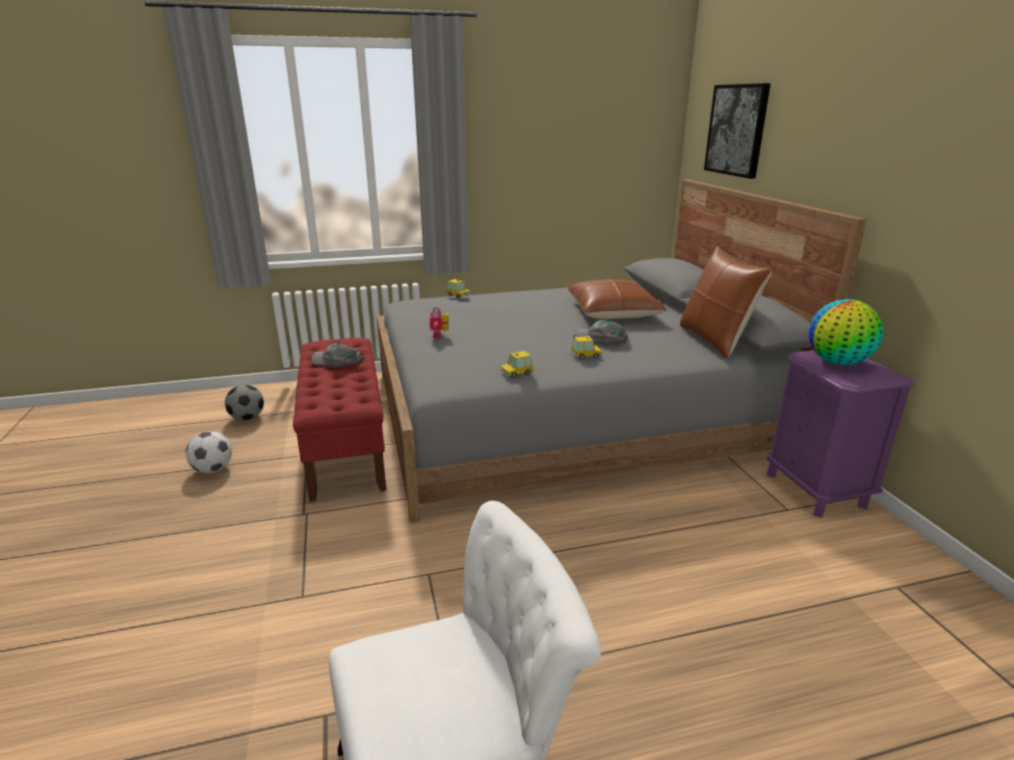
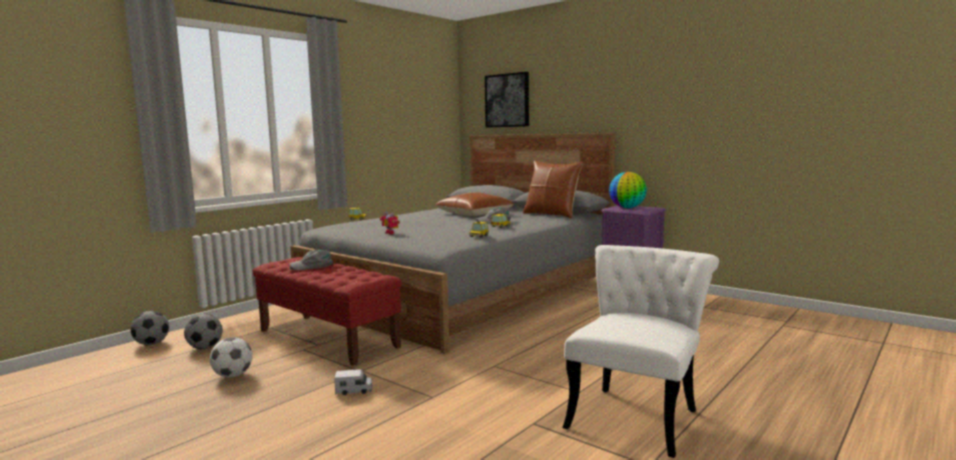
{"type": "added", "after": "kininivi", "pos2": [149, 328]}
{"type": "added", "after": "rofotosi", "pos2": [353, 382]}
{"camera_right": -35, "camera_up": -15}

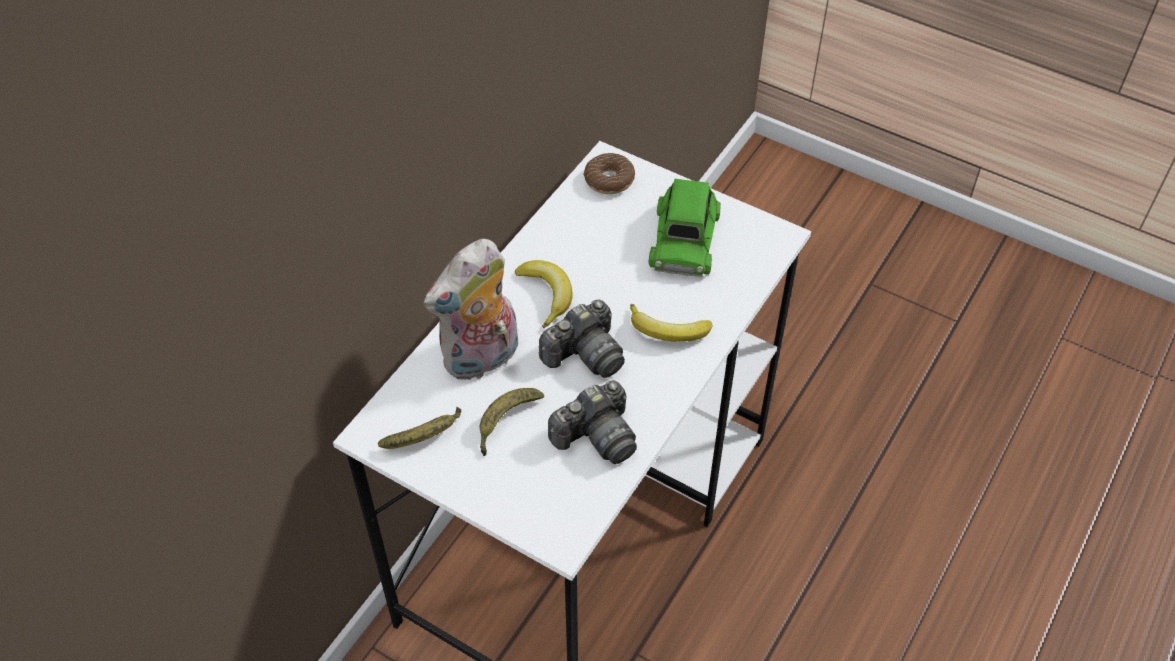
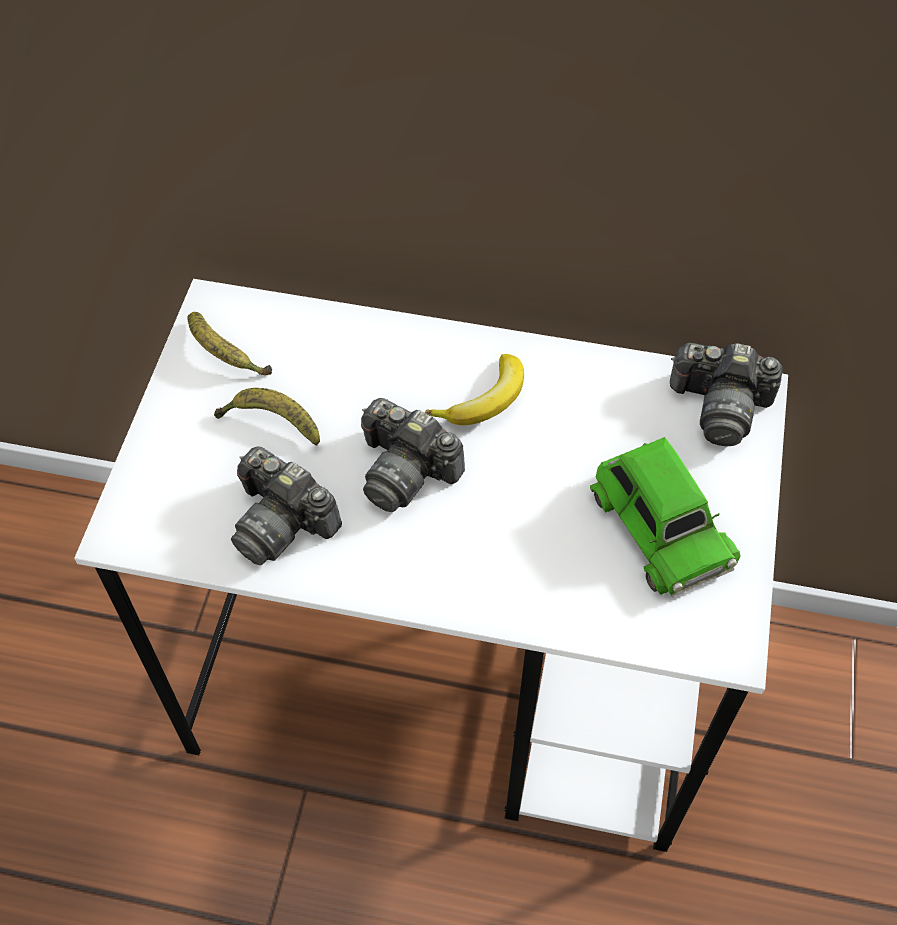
{"type": "removed", "before": "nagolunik", "pos1": [471, 310]}
{"type": "removed", "before": "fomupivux", "pos1": [671, 323]}
{"type": "replaced", "before": "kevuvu", "after": "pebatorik", "pos1": [609, 173], "pos2": [726, 394]}
{"type": "turned", "before": "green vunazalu", "pos1": [685, 228], "pos2": [665, 517], "turn": -105}
{"camera_right": 70, "camera_up": 5}

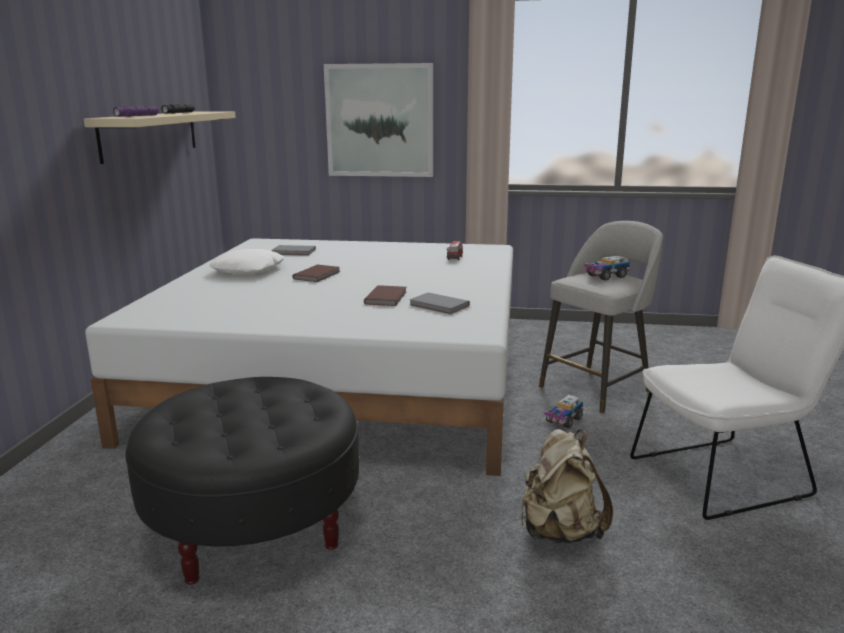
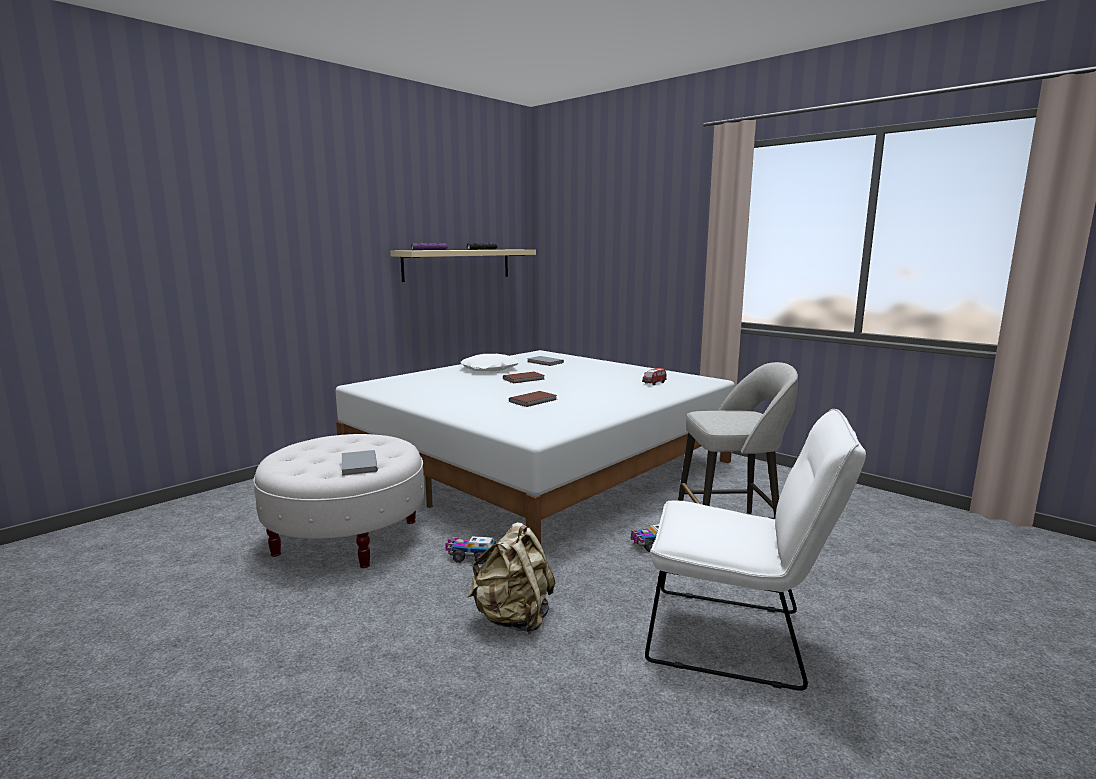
{"type": "removed", "before": "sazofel", "pos1": [378, 120]}
{"type": "moved", "before": "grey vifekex", "pos1": [439, 303], "pos2": [360, 463]}
{"type": "moved", "before": "rofotosi", "pos1": [608, 268], "pos2": [470, 550]}
{"type": "recoloured", "before": "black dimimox", "after": "white dimimox", "pos1": [242, 481], "pos2": [338, 501]}
{"camera_right": 35, "camera_up": -5}

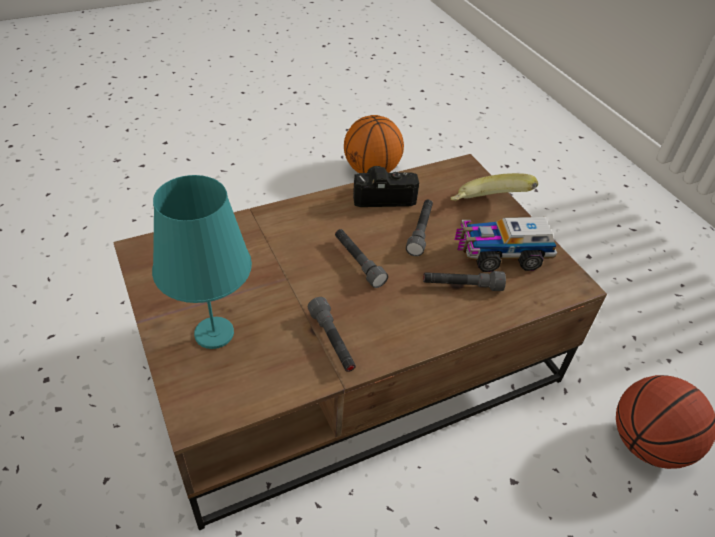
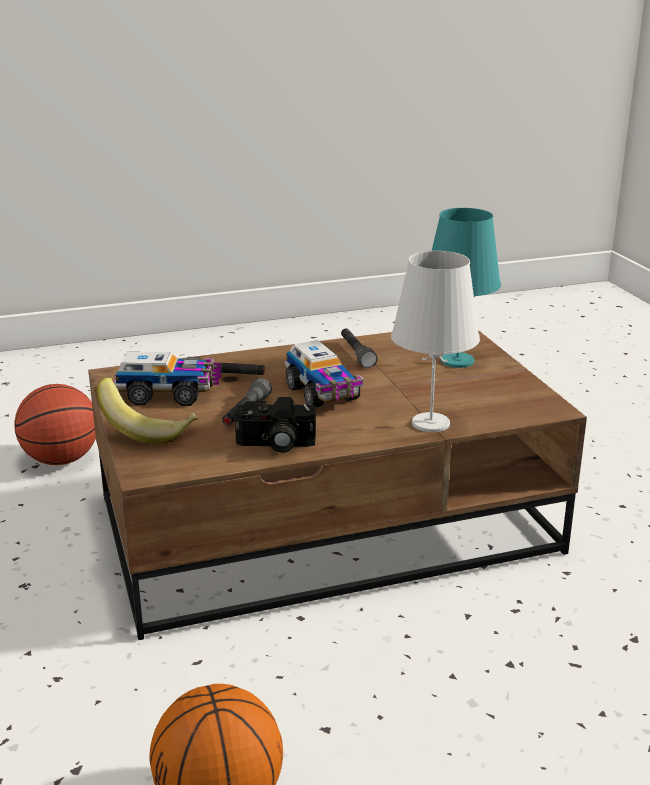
{"type": "added", "after": "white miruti", "pos2": [435, 341]}
{"type": "replaced", "before": "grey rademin", "after": "rofotosi", "pos1": [361, 258], "pos2": [324, 373]}
{"camera_right": -170, "camera_up": -20}

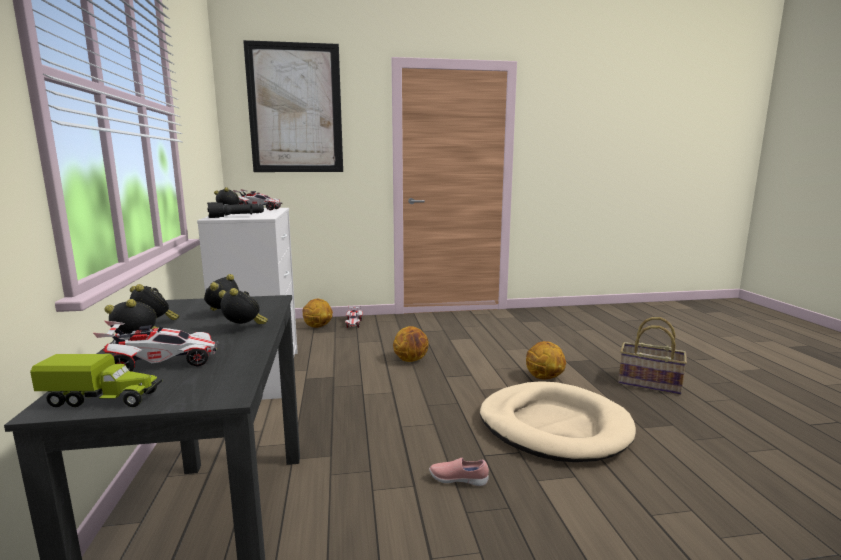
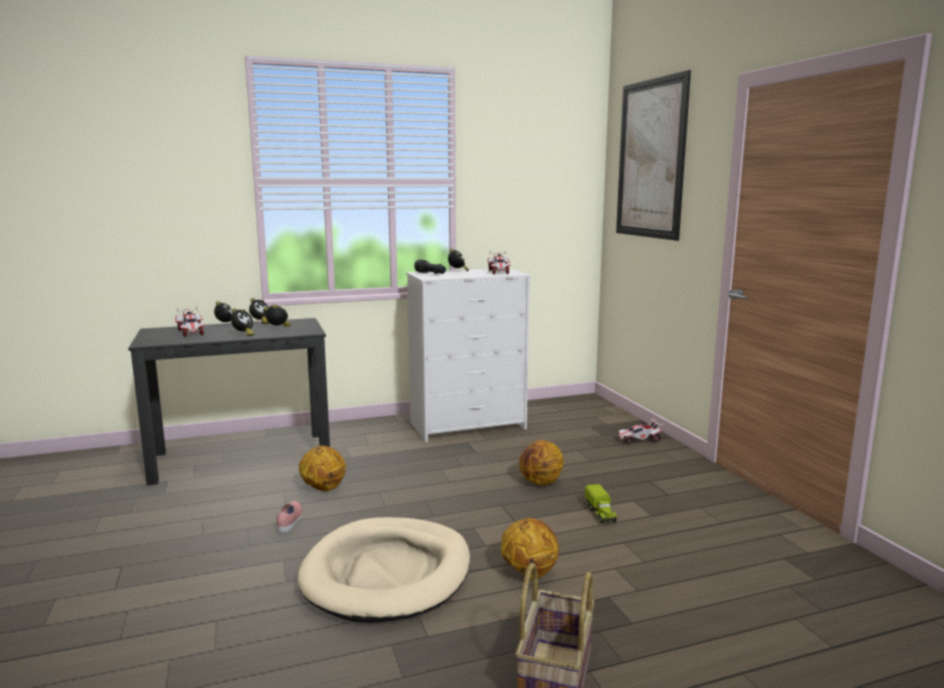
{"type": "moved", "before": "rofotosi", "pos1": [96, 380], "pos2": [601, 504]}
{"type": "moved", "before": "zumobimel", "pos1": [318, 313], "pos2": [322, 469]}
{"camera_right": 80, "camera_up": 0}

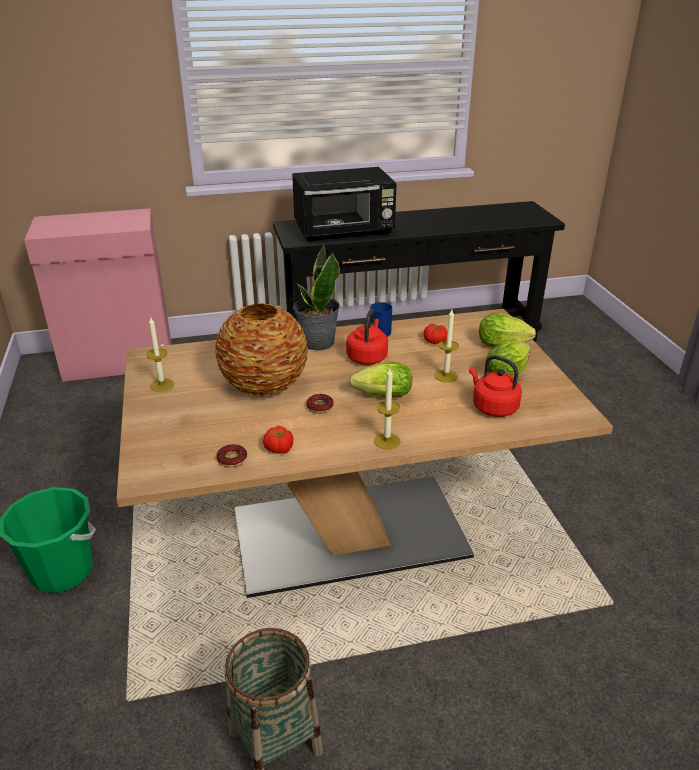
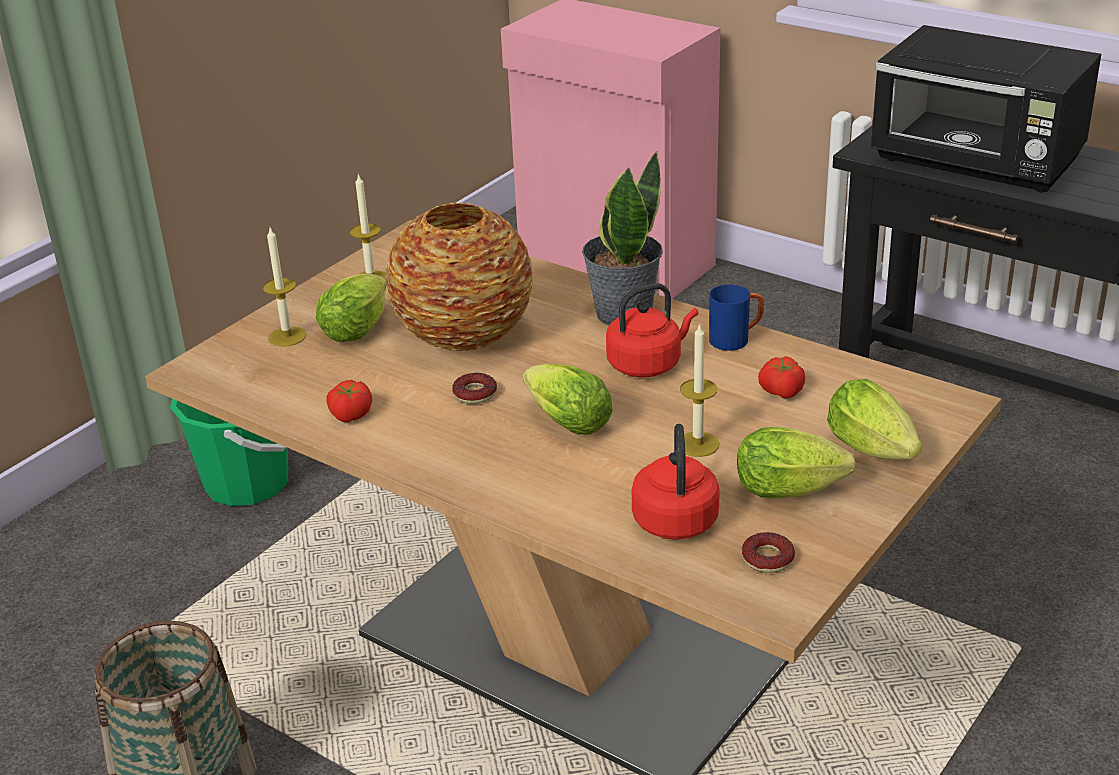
{"type": "added", "after": "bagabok", "pos2": [351, 308]}
{"type": "moved", "before": "kevuvu", "pos1": [232, 455], "pos2": [768, 552]}
{"type": "moved", "before": "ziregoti", "pos1": [387, 408], "pos2": [284, 287]}
{"camera_right": 50, "camera_up": 0}

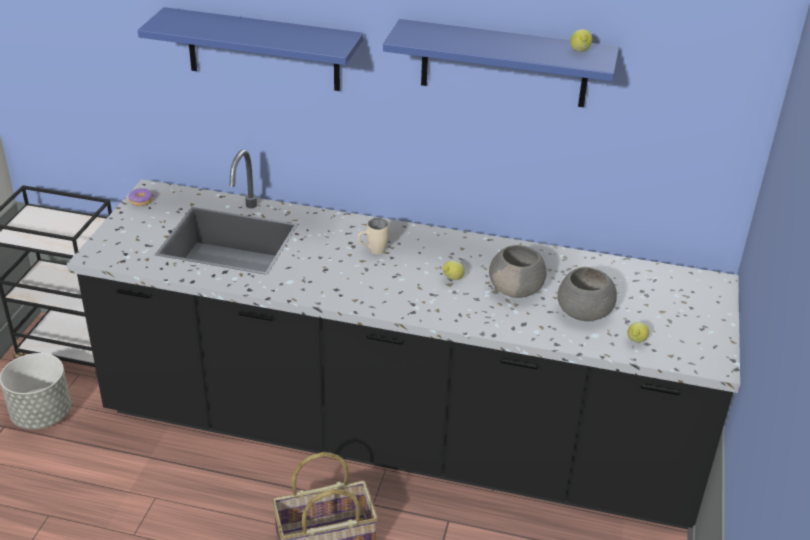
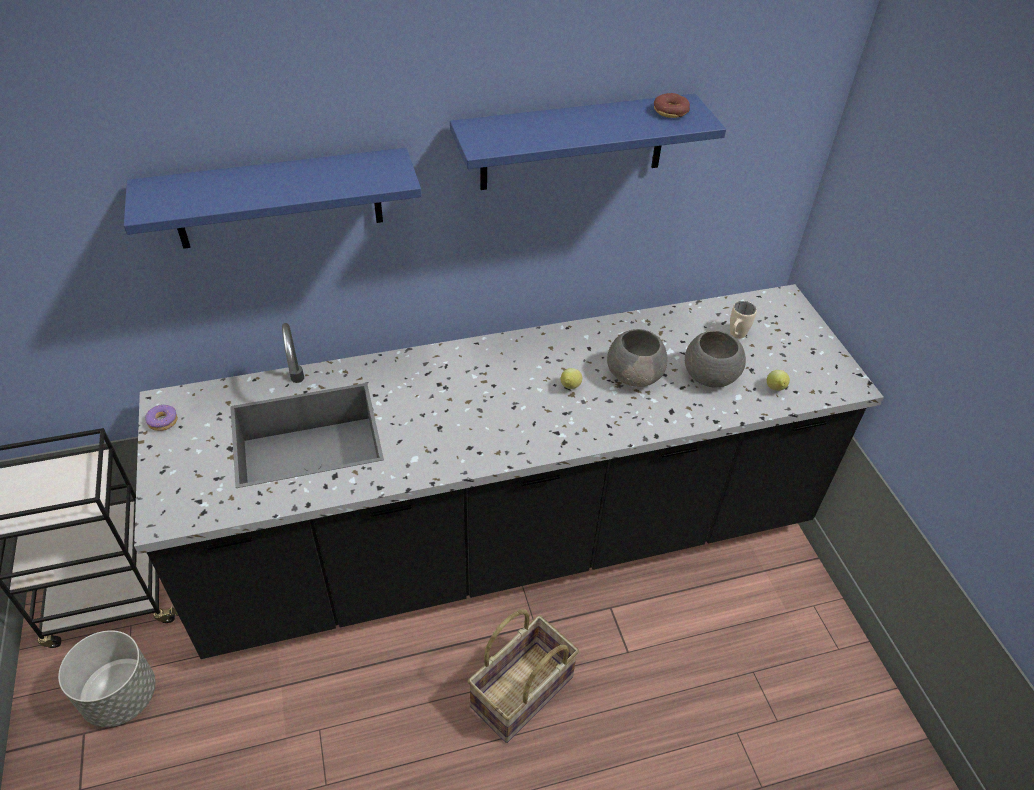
{"type": "moved", "before": "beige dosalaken", "pos1": [373, 236], "pos2": [743, 320]}
{"type": "replaced", "before": "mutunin", "after": "kevuvu", "pos1": [581, 40], "pos2": [672, 105]}
{"camera_right": -30, "camera_up": 10}

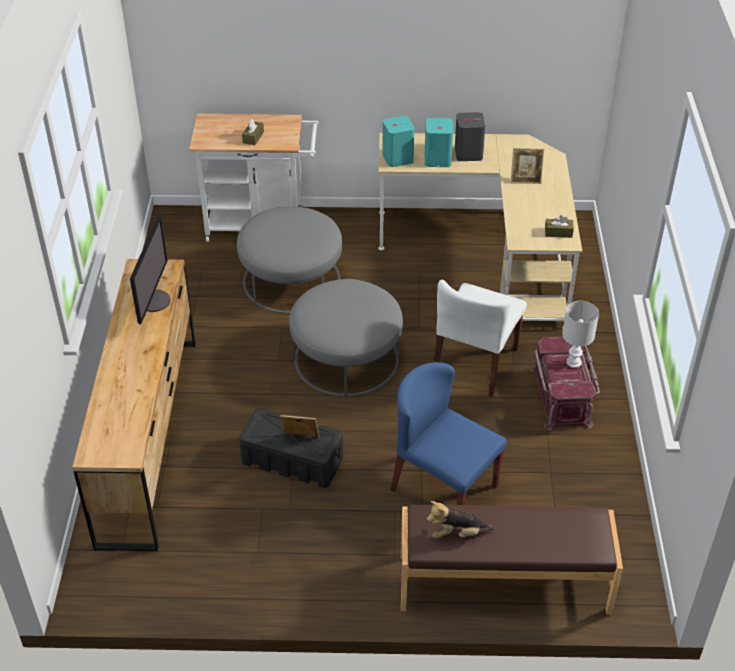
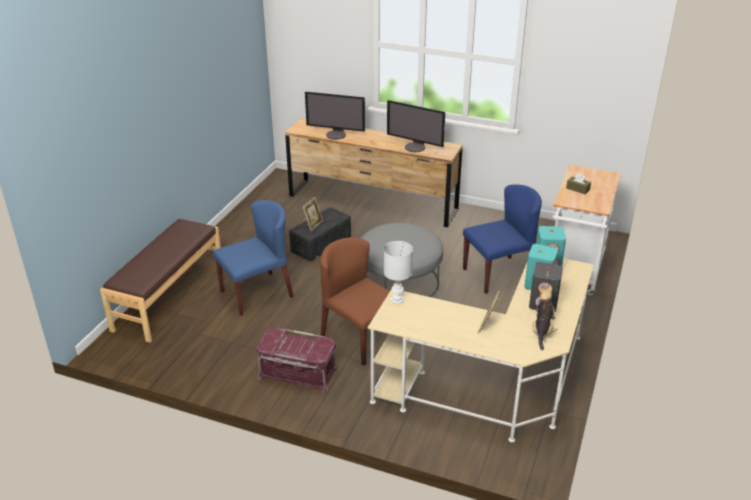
{"type": "removed", "before": "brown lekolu", "pos1": [559, 226]}
{"type": "added", "after": "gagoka", "pos2": [335, 116]}
{"type": "moved", "before": "nagolunik", "pos1": [460, 519], "pos2": [545, 317]}
{"type": "moved", "before": "white miruti", "pos1": [580, 334], "pos2": [398, 272]}
{"type": "replaced", "before": "grey dimimox", "after": "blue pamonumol", "pos1": [289, 259], "pos2": [502, 239]}
{"type": "recoloured", "before": "white pamonumol", "after": "brown pamonumol", "pos1": [480, 338], "pos2": [355, 301]}
{"camera_right": 110, "camera_up": -10}

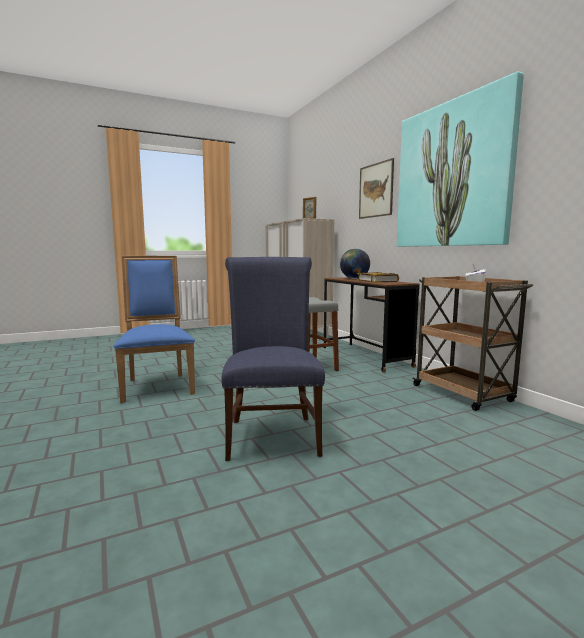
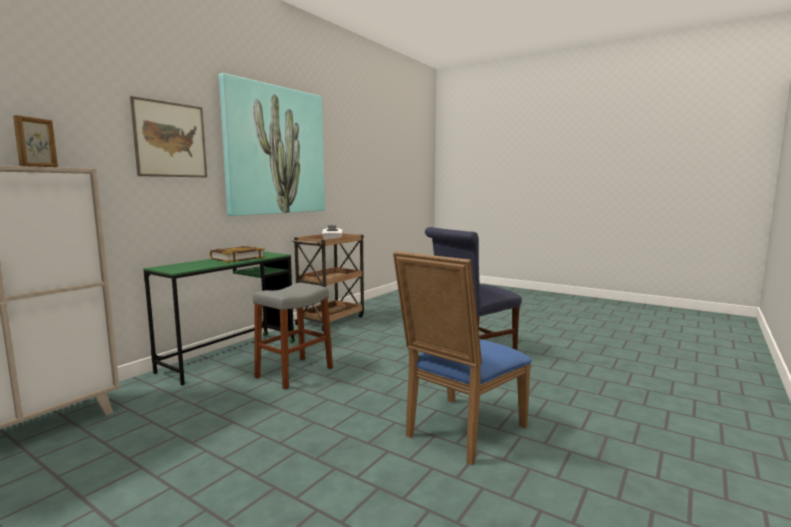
{"type": "removed", "before": "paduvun", "pos1": [355, 264]}
{"type": "recoloured", "before": "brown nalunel", "after": "green nalunel", "pos1": [372, 325], "pos2": [219, 318]}
{"camera_right": -120, "camera_up": 0}

